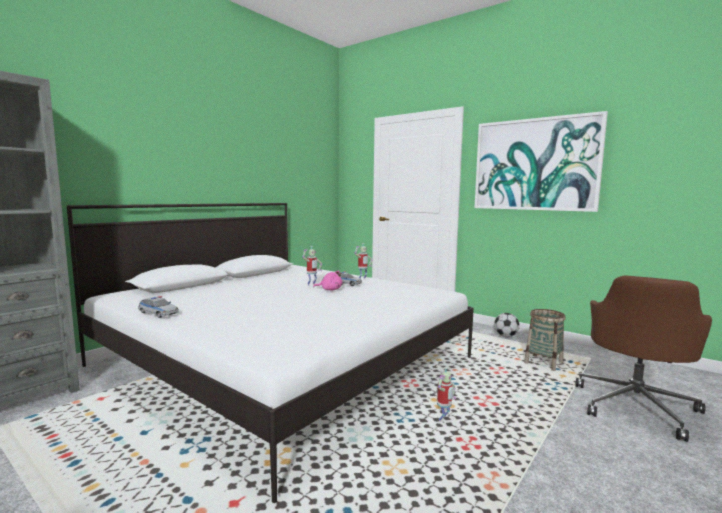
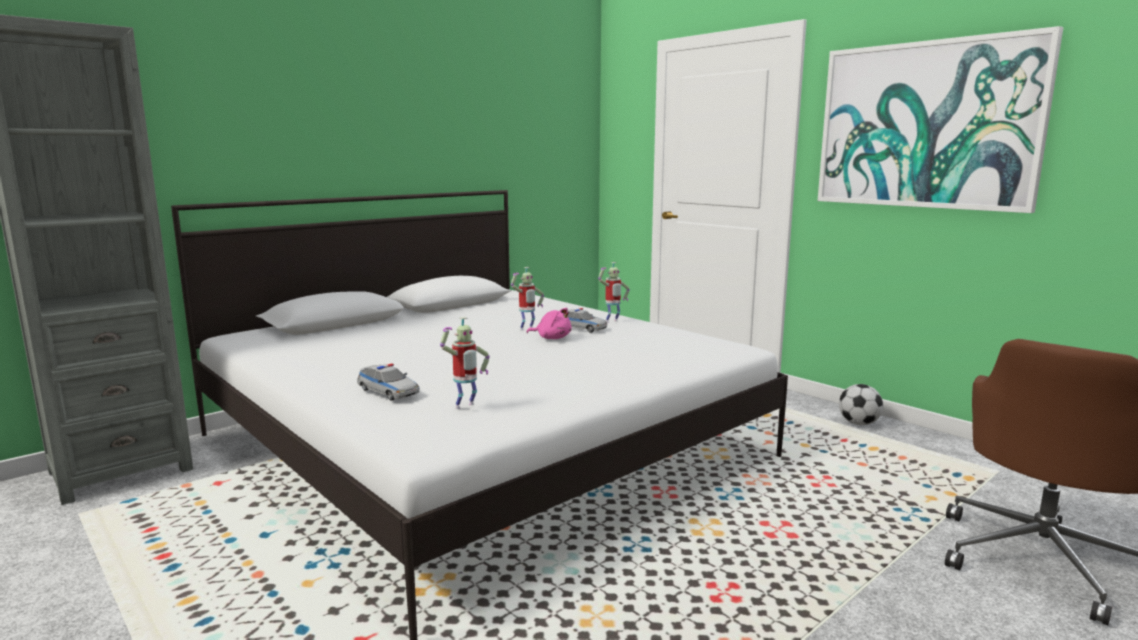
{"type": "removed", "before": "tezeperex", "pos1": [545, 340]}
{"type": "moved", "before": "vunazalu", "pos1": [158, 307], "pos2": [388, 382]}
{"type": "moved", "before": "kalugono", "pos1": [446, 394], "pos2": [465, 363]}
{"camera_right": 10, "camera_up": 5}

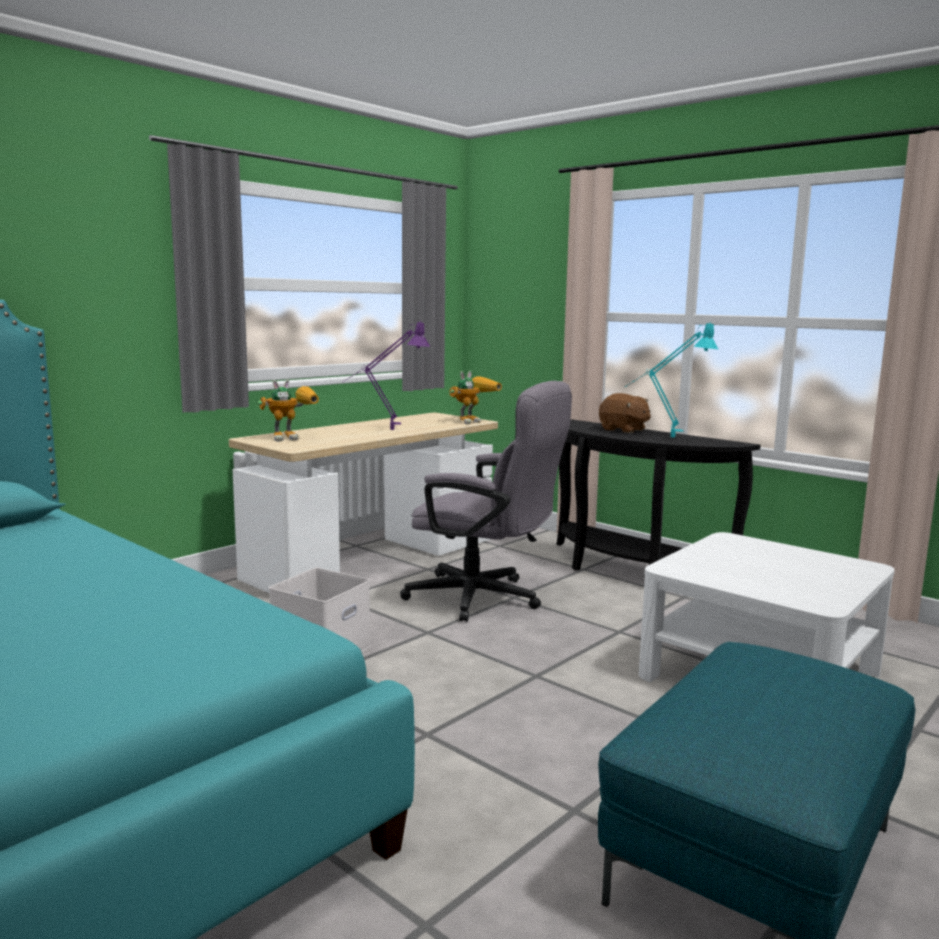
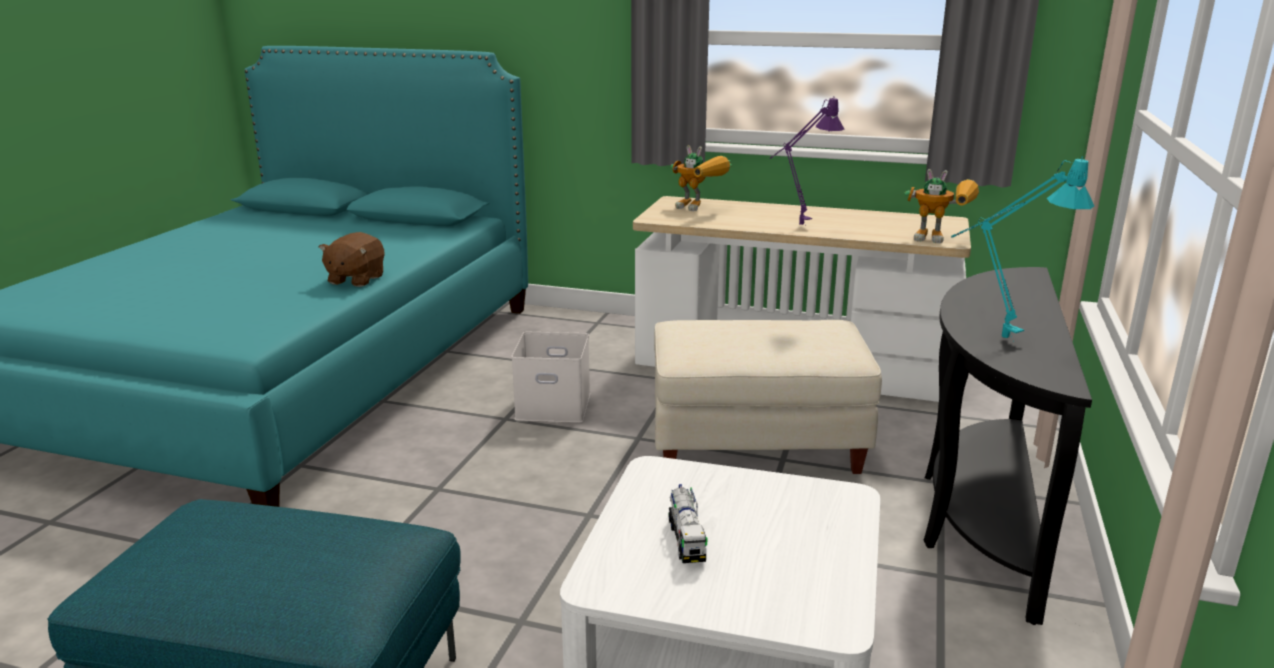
{"type": "added", "after": "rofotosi", "pos2": [688, 523]}
{"type": "moved", "before": "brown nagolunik", "pos1": [625, 413], "pos2": [352, 259]}
{"type": "replaced", "before": "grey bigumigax", "after": "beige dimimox", "pos1": [486, 501], "pos2": [768, 397]}
{"camera_right": 65, "camera_up": 10}

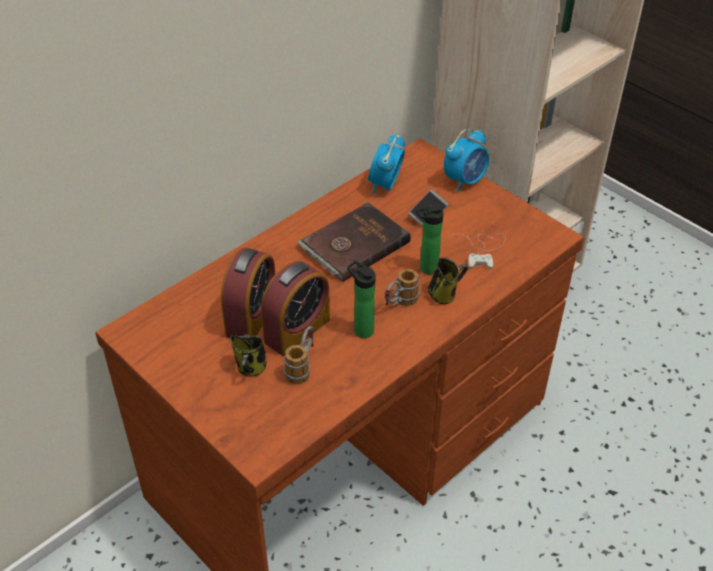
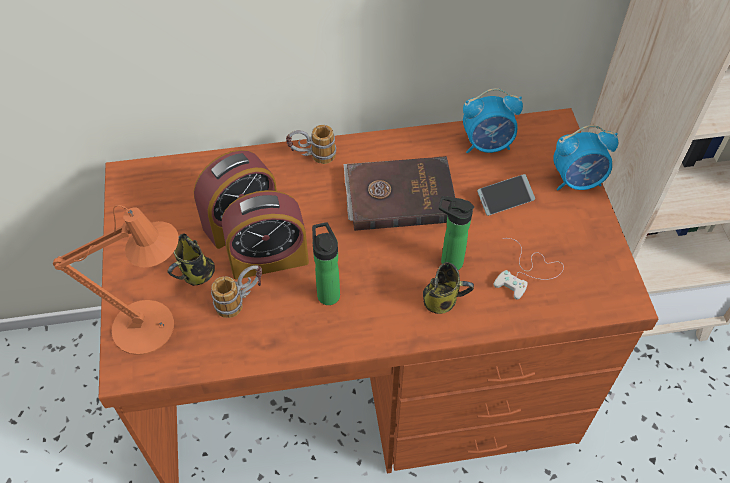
{"type": "added", "after": "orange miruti", "pos2": [116, 280]}
{"type": "moved", "before": "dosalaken", "pos1": [402, 287], "pos2": [311, 144]}
{"type": "turned", "before": "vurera", "pos1": [386, 164], "pos2": [493, 120], "turn": -150}
{"camera_right": 35, "camera_up": 10}

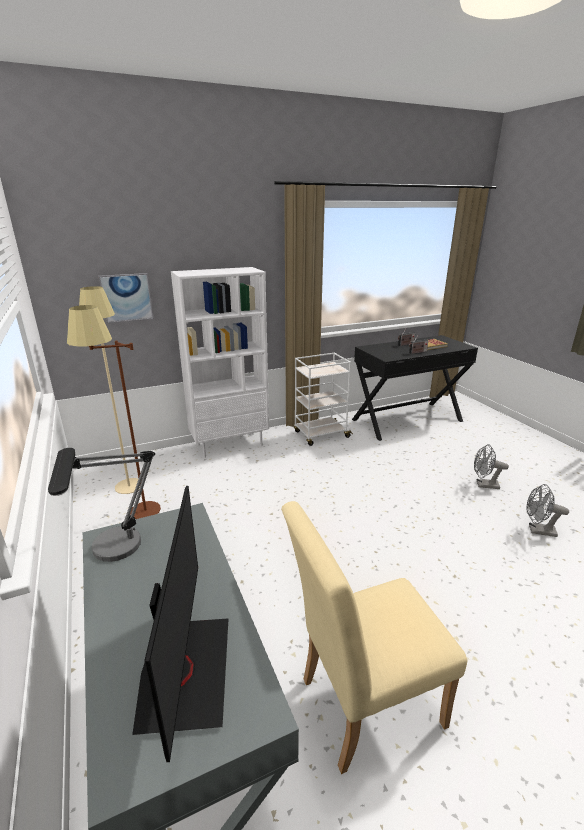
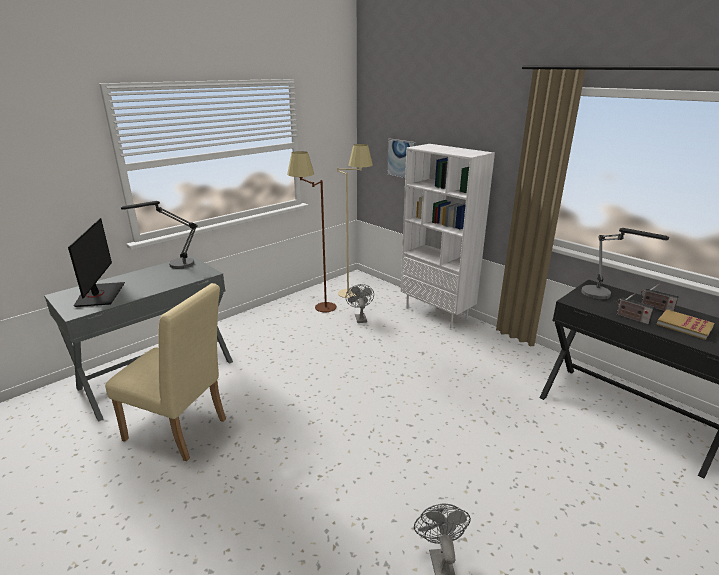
{"type": "removed", "before": "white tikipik", "pos1": [323, 399]}
{"type": "added", "after": "miruti", "pos2": [625, 263]}
{"type": "moved", "before": "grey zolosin", "pos1": [491, 466], "pos2": [360, 303]}
{"type": "turned", "before": "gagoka", "pos1": [180, 624], "pos2": [96, 262], "turn": -75}
{"type": "turned", "before": "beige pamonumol", "pos1": [374, 637], "pos2": [165, 372], "turn": 150}
{"camera_right": 70, "camera_up": 0}

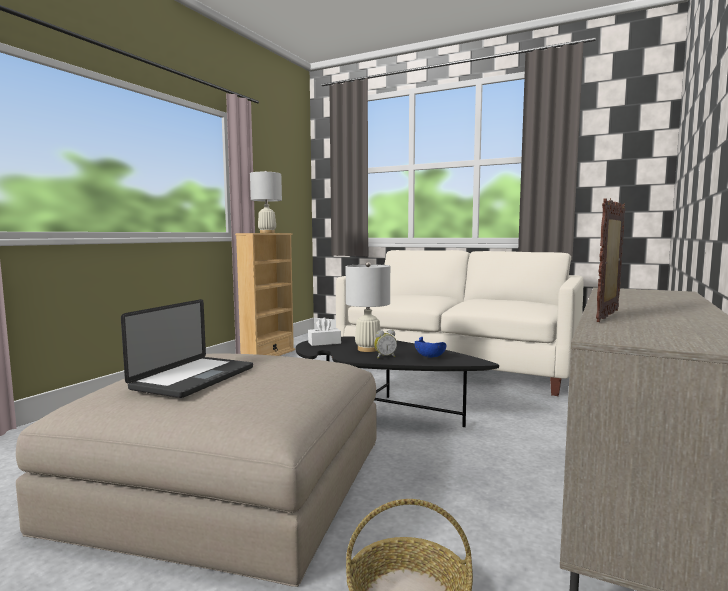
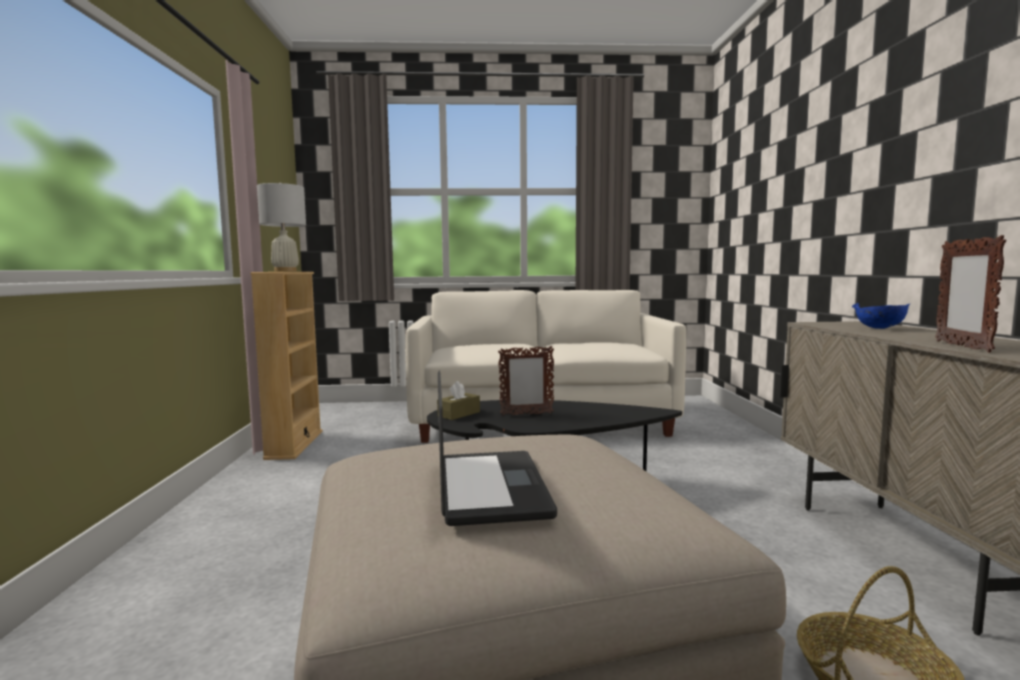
{"type": "removed", "before": "vurera", "pos1": [385, 344]}
{"type": "moved", "before": "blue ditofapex", "pos1": [431, 347], "pos2": [881, 316]}
{"type": "replaced", "before": "white miruti", "after": "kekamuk", "pos1": [368, 307], "pos2": [526, 381]}
{"type": "recoloured", "before": "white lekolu", "after": "brown lekolu", "pos1": [324, 331], "pos2": [458, 400]}
{"camera_right": -30, "camera_up": 0}

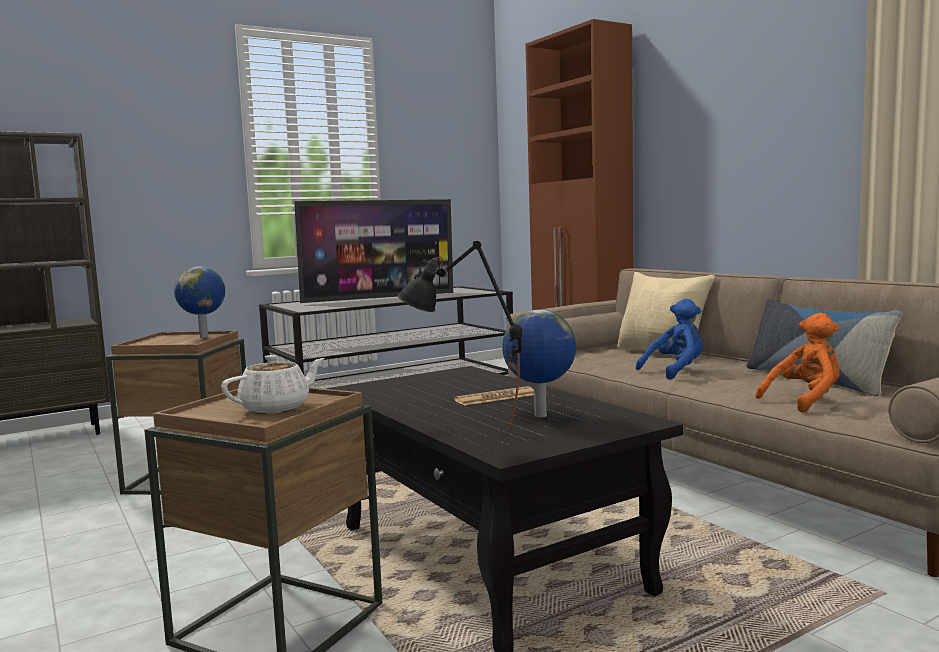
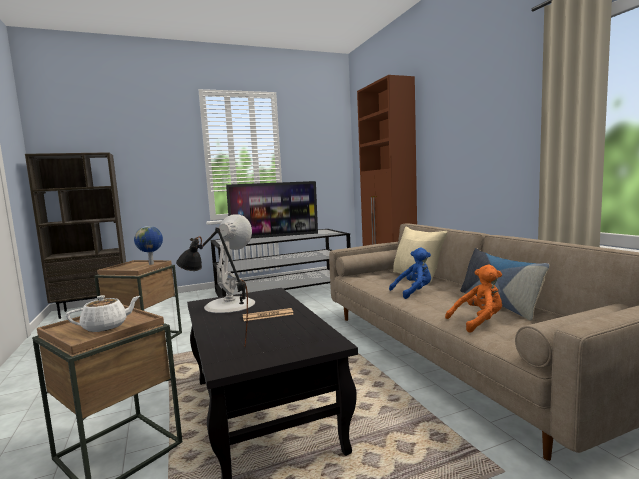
{"type": "removed", "before": "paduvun", "pos1": [539, 363]}
{"type": "added", "after": "white miruti", "pos2": [229, 263]}
{"camera_right": 10, "camera_up": 0}

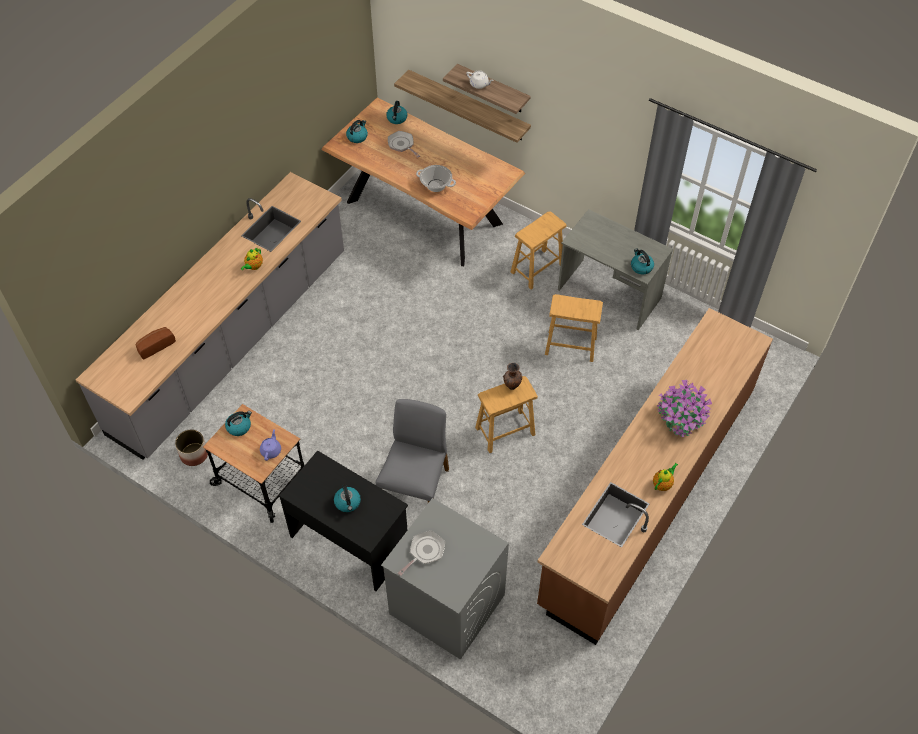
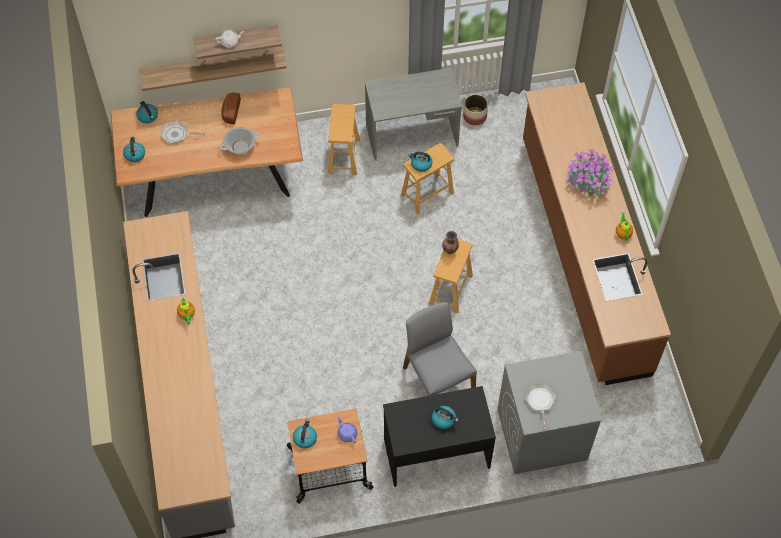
{"type": "moved", "before": "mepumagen", "pos1": [156, 343], "pos2": [231, 108]}
{"type": "moved", "before": "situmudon", "pos1": [191, 447], "pos2": [475, 109]}
{"type": "moved", "before": "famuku", "pos1": [642, 262], "pos2": [420, 162]}
{"camera_right": -45, "camera_up": 5}

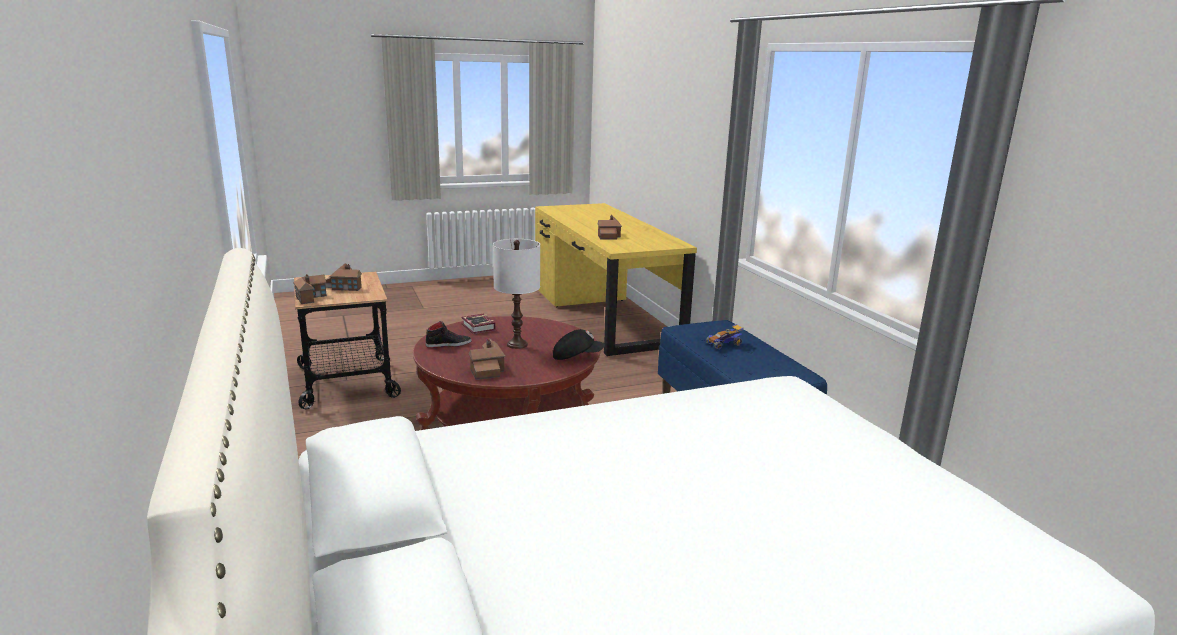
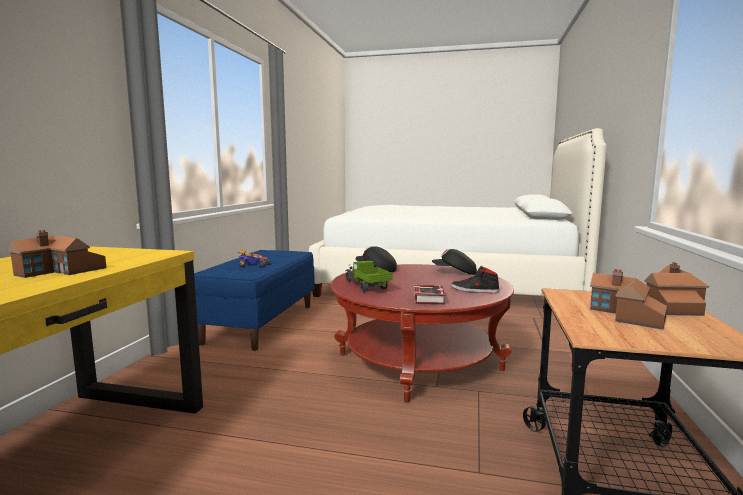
{"type": "removed", "before": "white miruti", "pos1": [516, 294]}
{"type": "added", "after": "rofotosi", "pos2": [369, 276]}
{"type": "replaced", "before": "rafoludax", "after": "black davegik", "pos1": [487, 359], "pos2": [454, 262]}
{"camera_right": -145, "camera_up": -10}

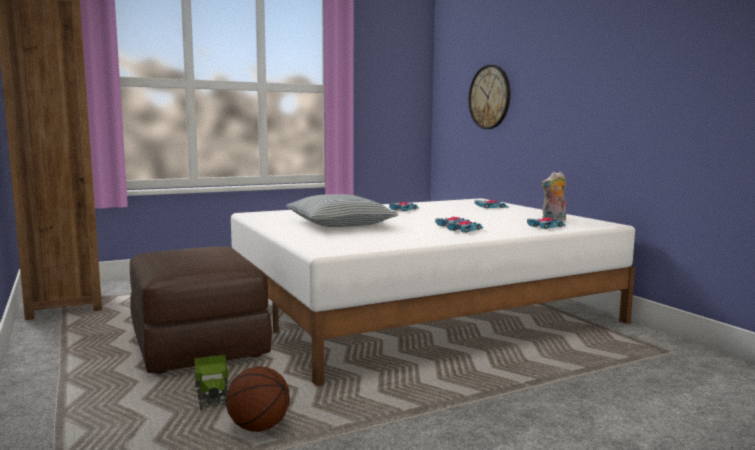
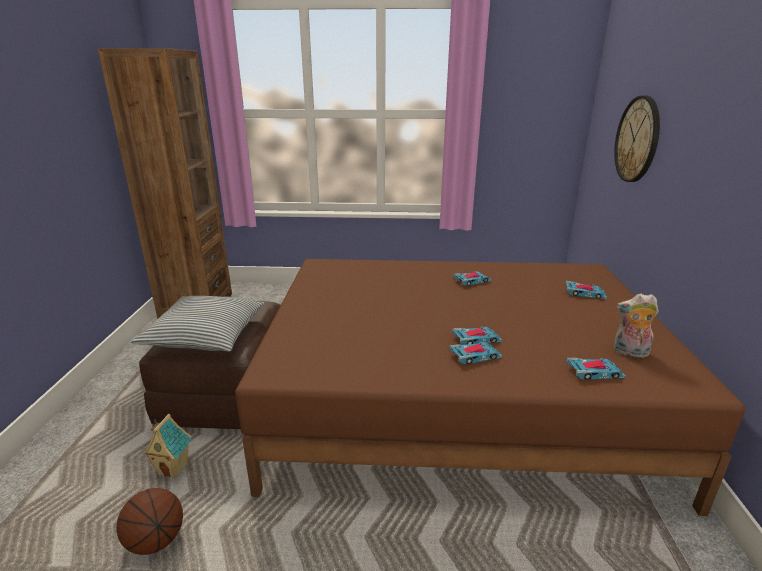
{"type": "moved", "before": "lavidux", "pos1": [342, 210], "pos2": [198, 323]}
{"type": "replaced", "before": "rofotosi", "after": "rafoludax", "pos1": [213, 382], "pos2": [167, 446]}
{"type": "recoloured", "before": "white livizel", "after": "brown livizel", "pos1": [433, 292], "pos2": [490, 387]}
{"camera_right": 30, "camera_up": 15}

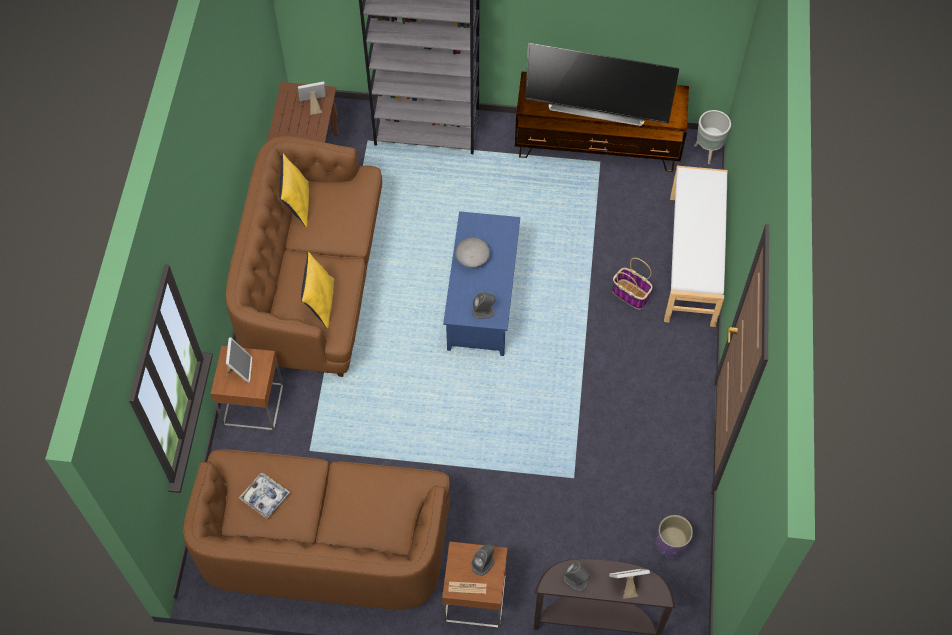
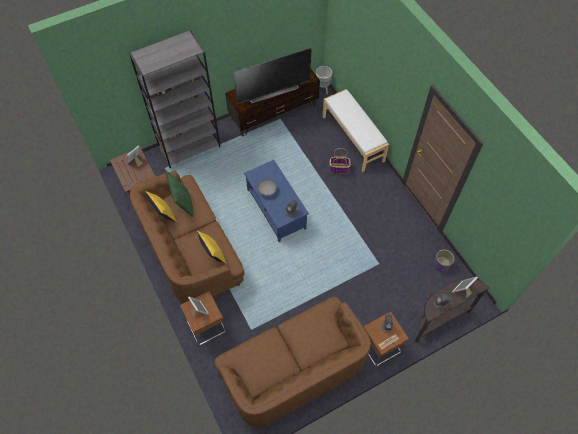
{"type": "removed", "before": "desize", "pos1": [264, 496]}
{"type": "added", "after": "green lavidux", "pos2": [180, 194]}
{"camera_right": -35, "camera_up": 0}

